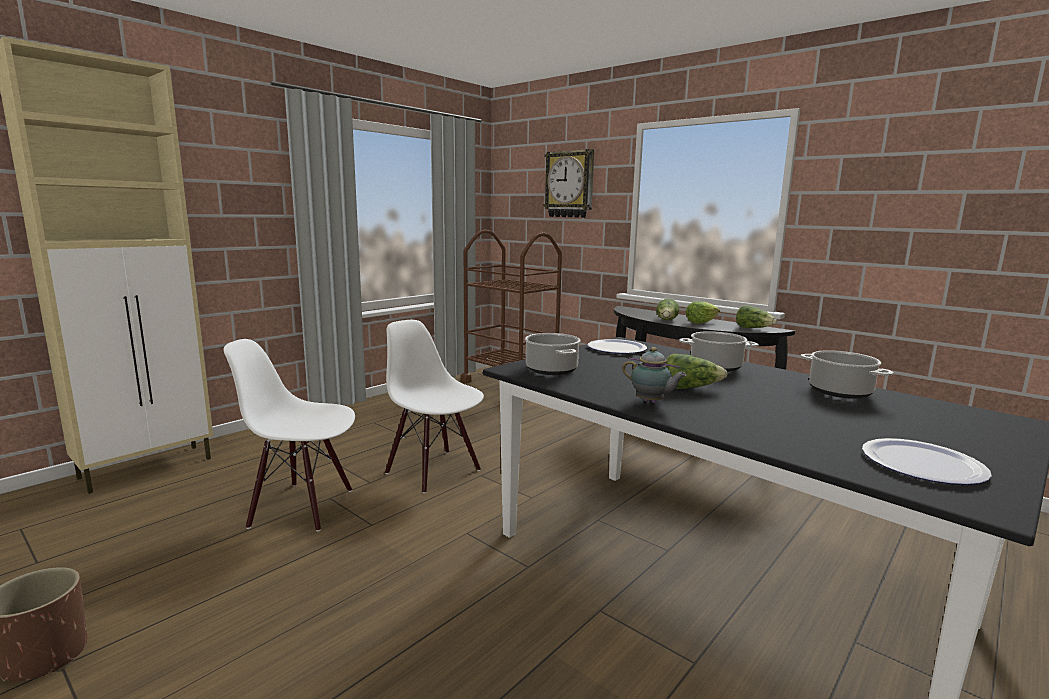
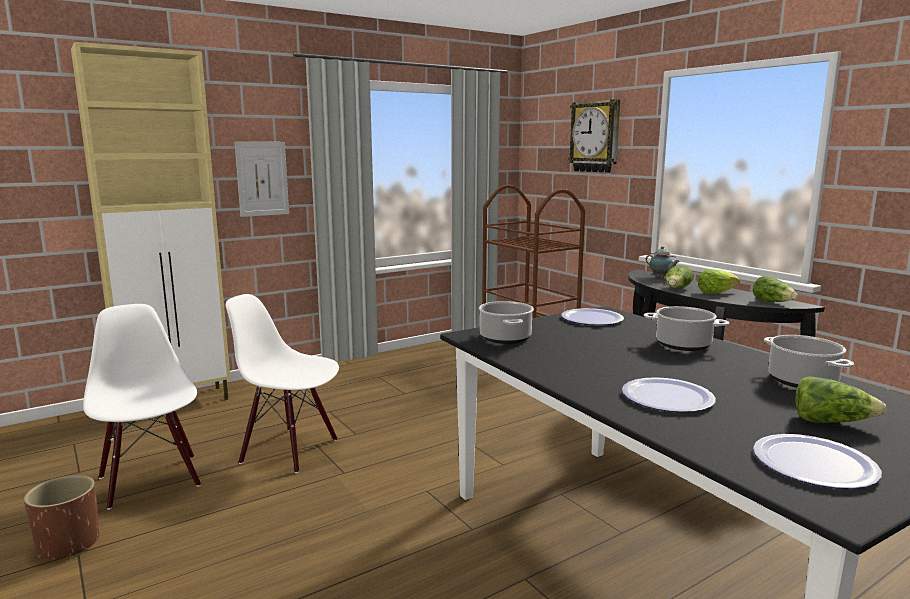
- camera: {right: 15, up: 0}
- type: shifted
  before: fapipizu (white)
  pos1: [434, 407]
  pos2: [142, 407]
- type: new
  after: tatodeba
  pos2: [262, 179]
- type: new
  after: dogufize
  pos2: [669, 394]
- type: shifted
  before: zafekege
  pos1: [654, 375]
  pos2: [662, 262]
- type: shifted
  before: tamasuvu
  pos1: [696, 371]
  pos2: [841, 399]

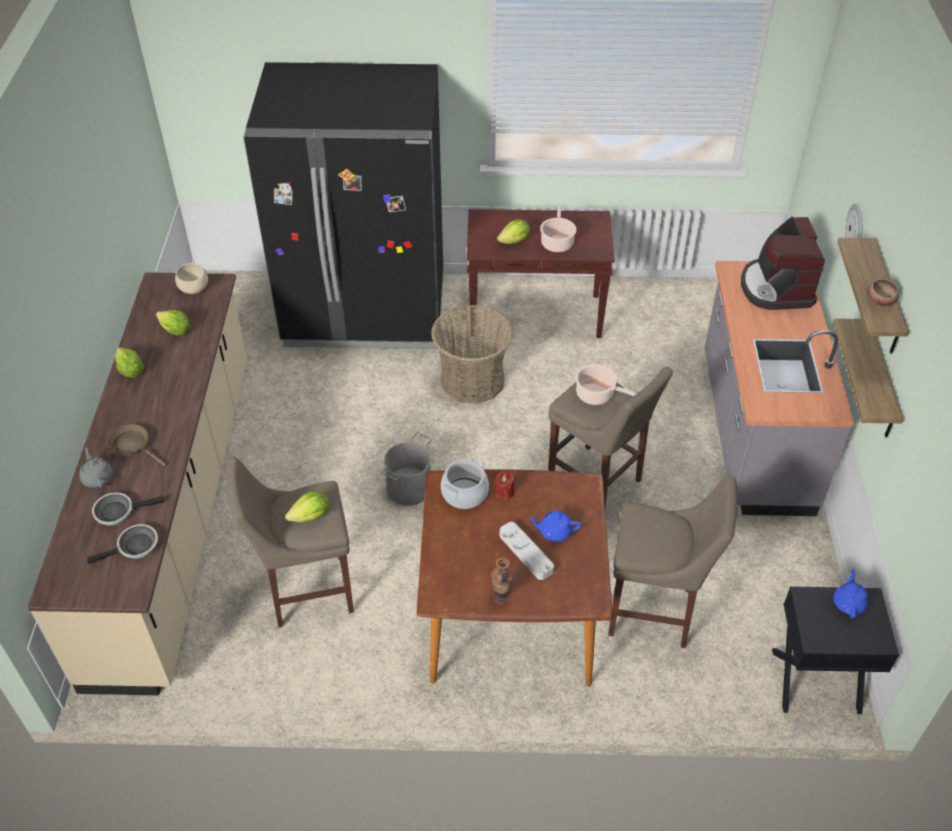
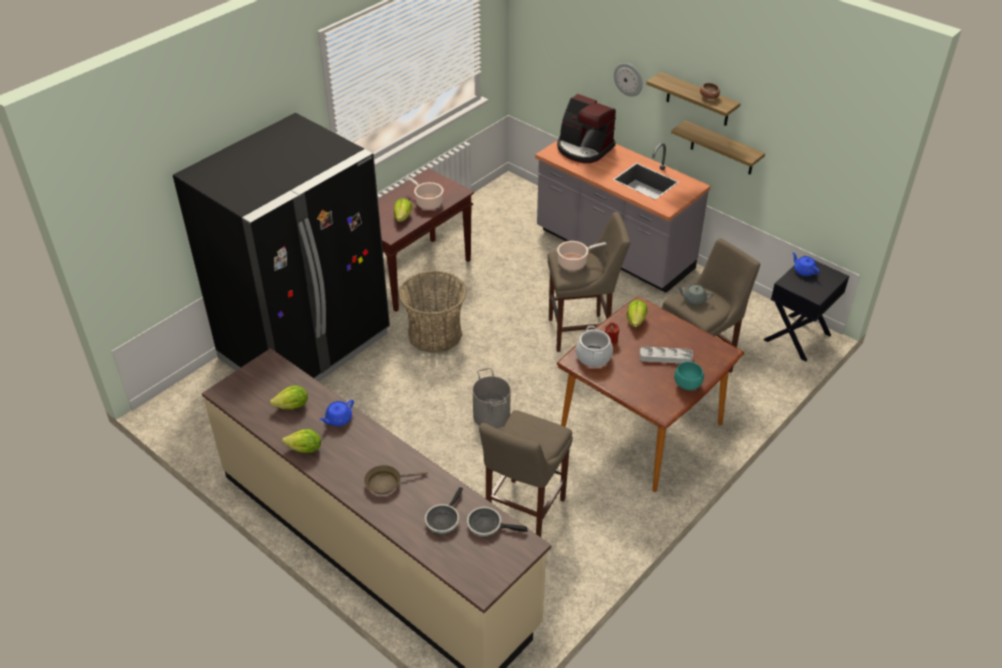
- camera: {right: -50, up: -5}
- type: shifted
  before: zafekege (blue)
  pos1: [555, 526]
  pos2: [336, 413]
- type: rotated
  before: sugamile
  pos1: [122, 544]
  pos2: [497, 521]
  turn: -90
- type: shifted
  before: tamasuvu
  pos1: [307, 507]
  pos2: [637, 313]
- type: swapped
  before: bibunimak
  after: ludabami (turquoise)
  pos1: [502, 580]
  pos2: [689, 376]
- type: shifted
  before: zafekege (grey)
  pos1: [96, 468]
  pos2: [695, 294]
- type: gone
  before: ludabami (beige)
  pos1: [191, 278]

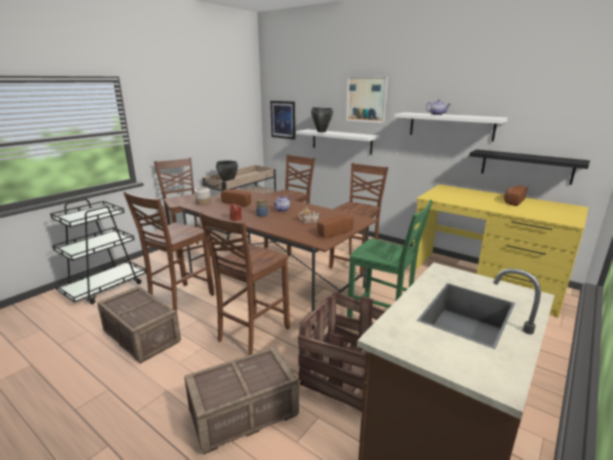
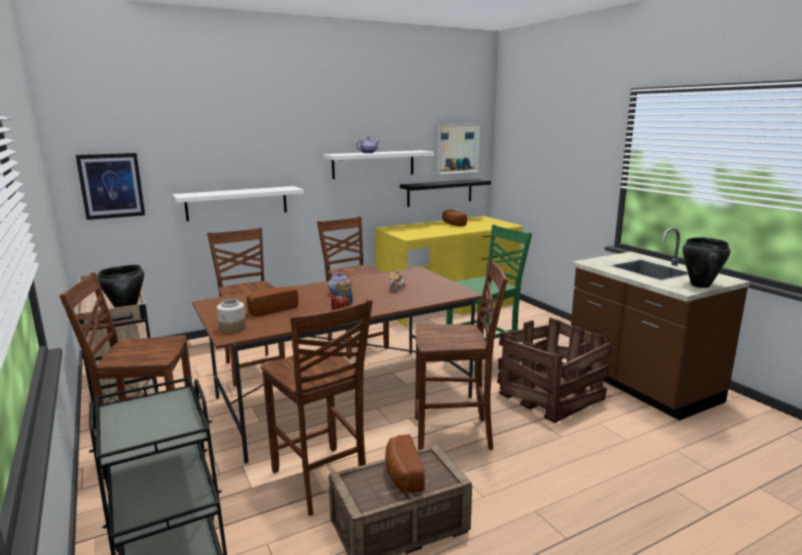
- camera: {right: -65, up: -5}
- type: shifted
  before: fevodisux
  pos1: [335, 226]
  pos2: [405, 463]
- type: rotated
  before: fapipizu (brown)
  pos1: [244, 283]
  pos2: [461, 355]
  turn: -60
- type: shifted
  before: tatodeba
  pos1: [367, 100]
  pos2: [458, 149]
- type: shifted
  before: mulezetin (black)
  pos1: [322, 119]
  pos2: [706, 262]
- type: gone
  before: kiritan
  pos1: [241, 400]

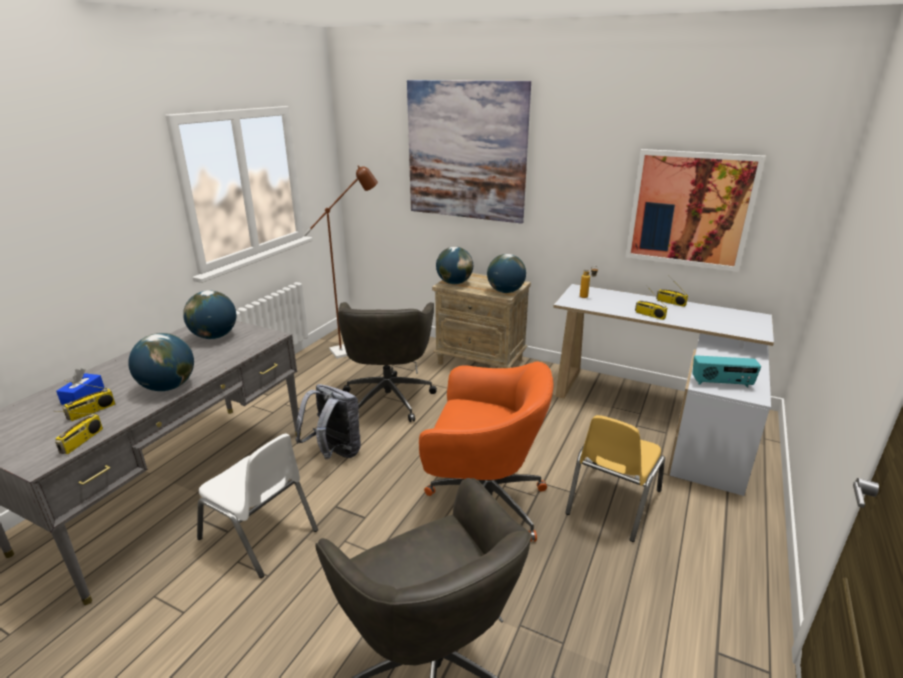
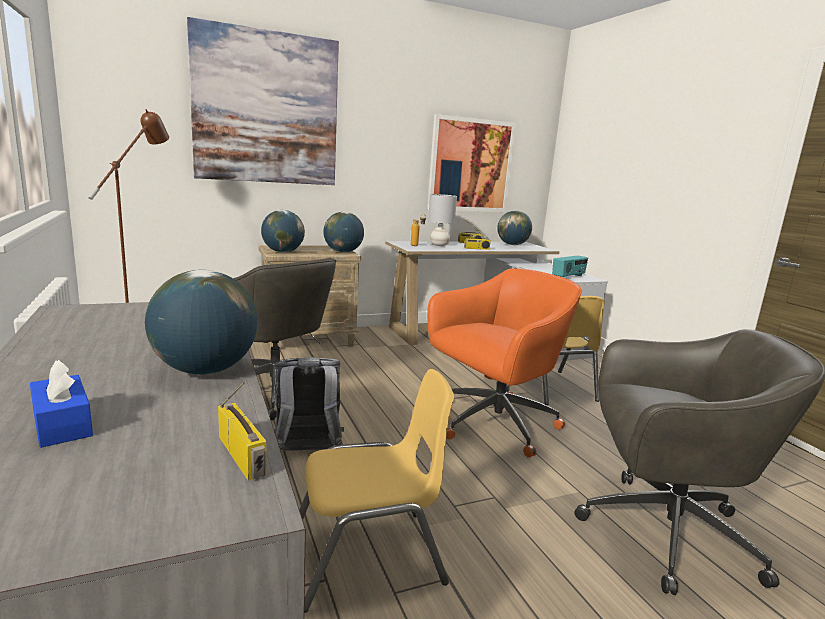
- camera: {right: -50, up: -10}
- type: repainted
  before: fapipizu (white)
  after: fapipizu (yellow)
  pos1: [257, 505]
  pos2: [377, 491]
- type: new
  after: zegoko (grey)
  pos2: [442, 220]
- type: shifted
  before: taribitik
  pos1: [209, 314]
  pos2: [514, 228]
- type: gone
  before: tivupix
  pos1: [89, 400]

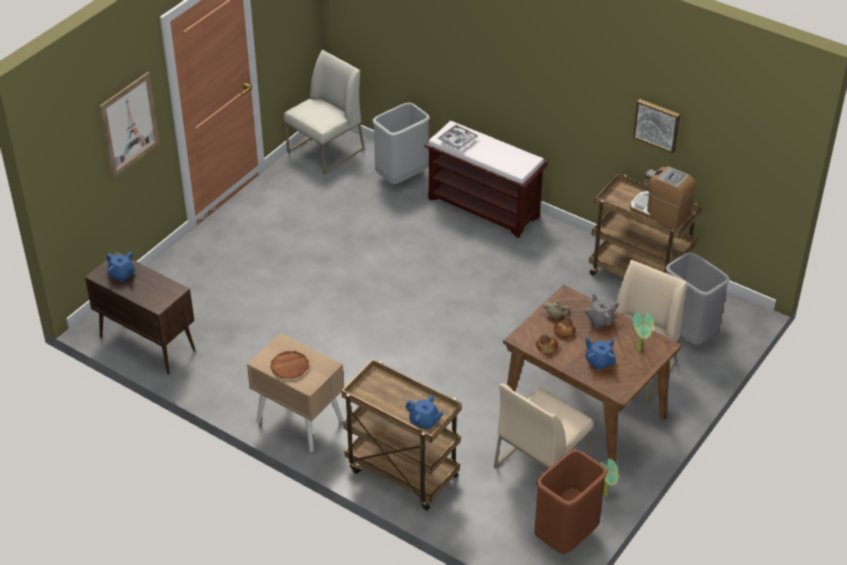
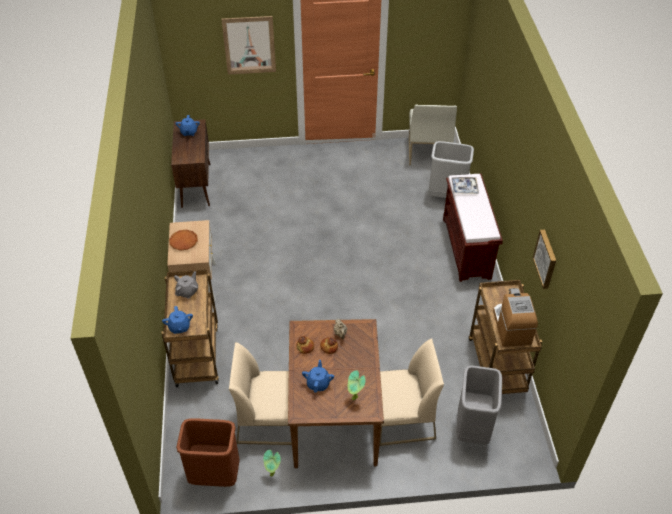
- camera: {right: 50, up: 5}
- type: shifted
  before: zafekege (grey)
  pos1: [601, 311]
  pos2: [186, 285]
- type: rotated
  before: fapipizu (white)
  pos1: [324, 112]
  pos2: [433, 135]
  turn: 90

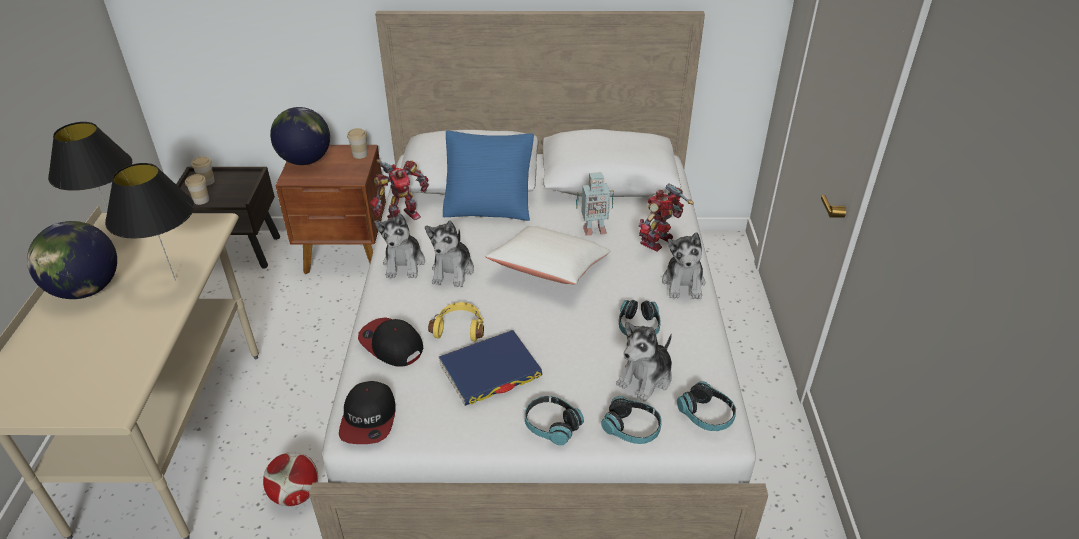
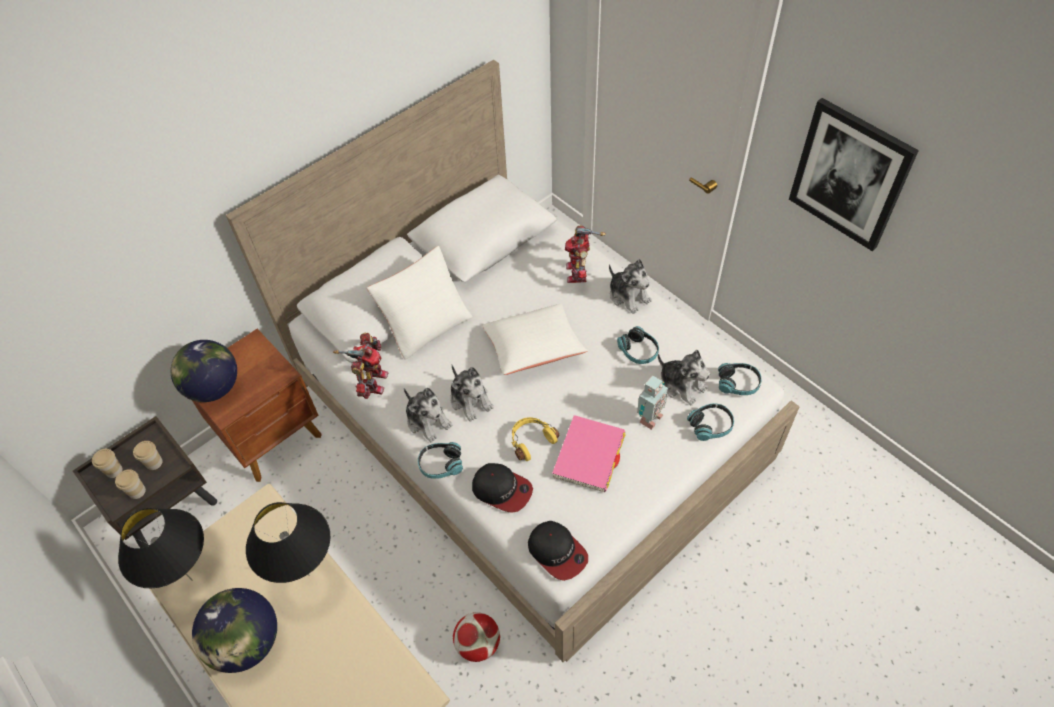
- camera: {right: -40, up: 15}
- type: shifted
  before: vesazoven
  pos1: [357, 143]
  pos2: [148, 455]
- type: repainted
  before: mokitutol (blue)
  after: mokitutol (white)
  pos1: [488, 175]
  pos2: [420, 303]
- type: shifted
  before: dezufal
  pos1: [554, 420]
  pos2: [440, 460]
- type: rotated
  before: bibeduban
  pos1: [390, 342]
  pos2: [502, 488]
  turn: -150
- type: repainted
  before: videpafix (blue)
  after: videpafix (pink)
  pos1: [490, 368]
  pos2: [588, 453]
- type: shifted
  before: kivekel
  pos1: [595, 204]
  pos2: [652, 402]
- type: rotated
  before: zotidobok
  pos1: [644, 361]
  pos2: [684, 377]
  turn: -45
- type: new
  after: tatodeba
  pos2: [854, 174]

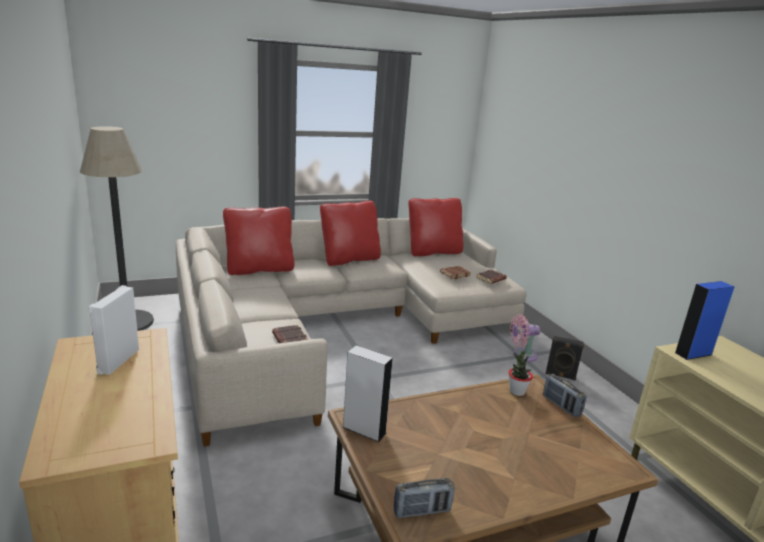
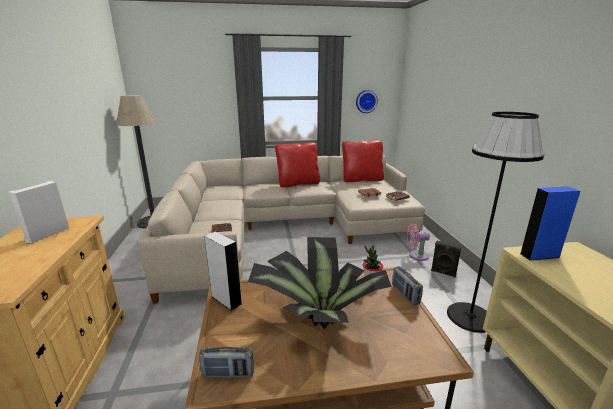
- camera: {right: 15, up: 0}
- type: new
  after: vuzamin
  pos2: [320, 283]
- type: new
  after: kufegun
  pos2: [367, 101]
- type: new
  after: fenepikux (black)
  pos2: [495, 222]
- type: gone
  before: mokitutol (red)
  pos1: [258, 241]

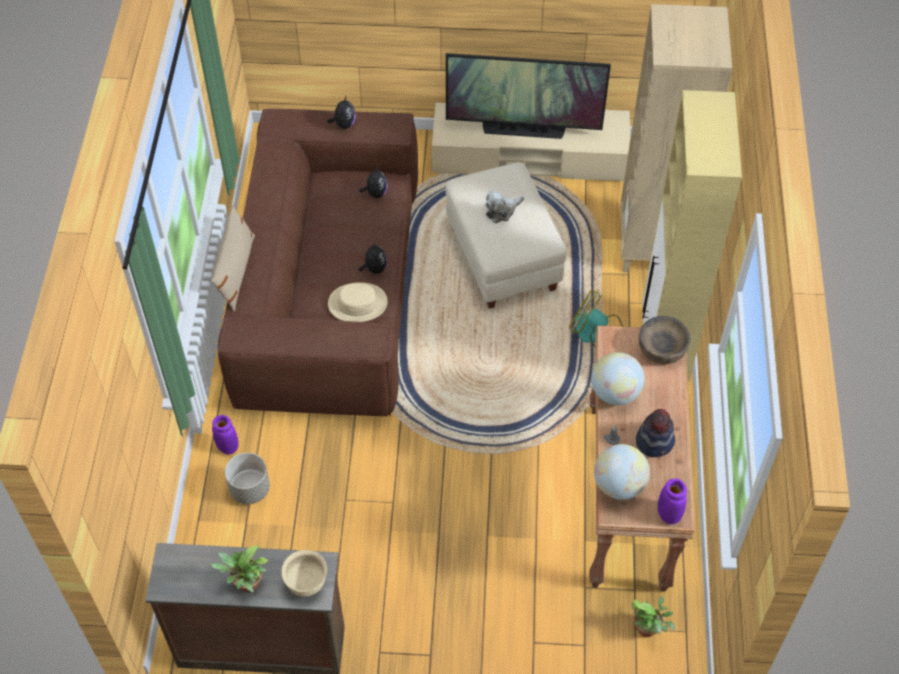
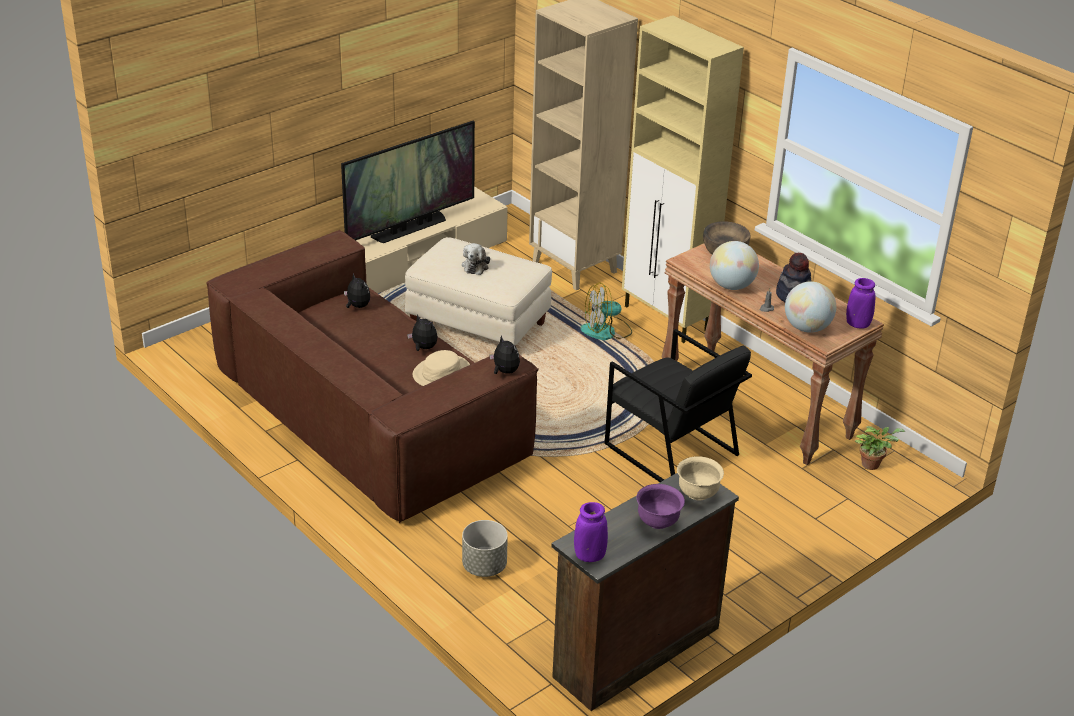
- camera: {right: -45, up: -20}
- type: shifted
  before: zotidobok
  pos1: [341, 112]
  pos2: [505, 354]
- type: shifted
  before: bibunimak (purple)
  pos1: [225, 434]
  pos2: [591, 532]
- type: new
  after: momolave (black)
  pos2: [678, 405]
- type: swapped
  before: vuzamin
  after: ludabami (purple)
  pos1: [239, 569]
  pos2: [660, 506]
- type: gone
  before: mokitutol (beige)
  pos1: [233, 258]

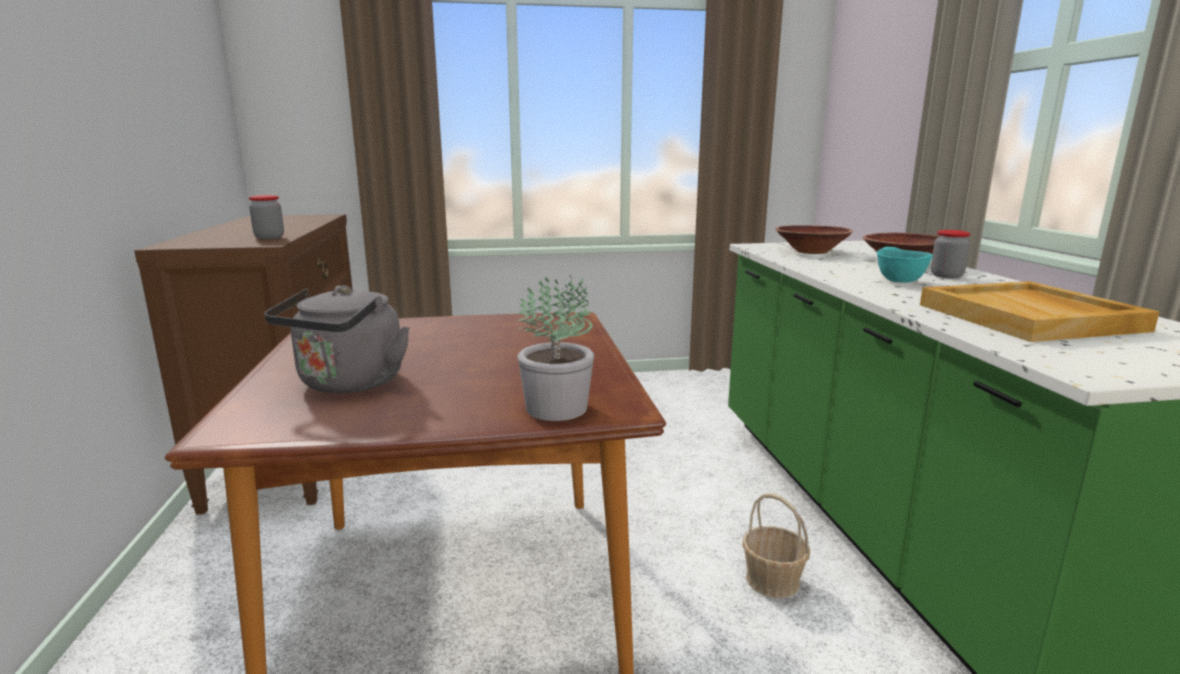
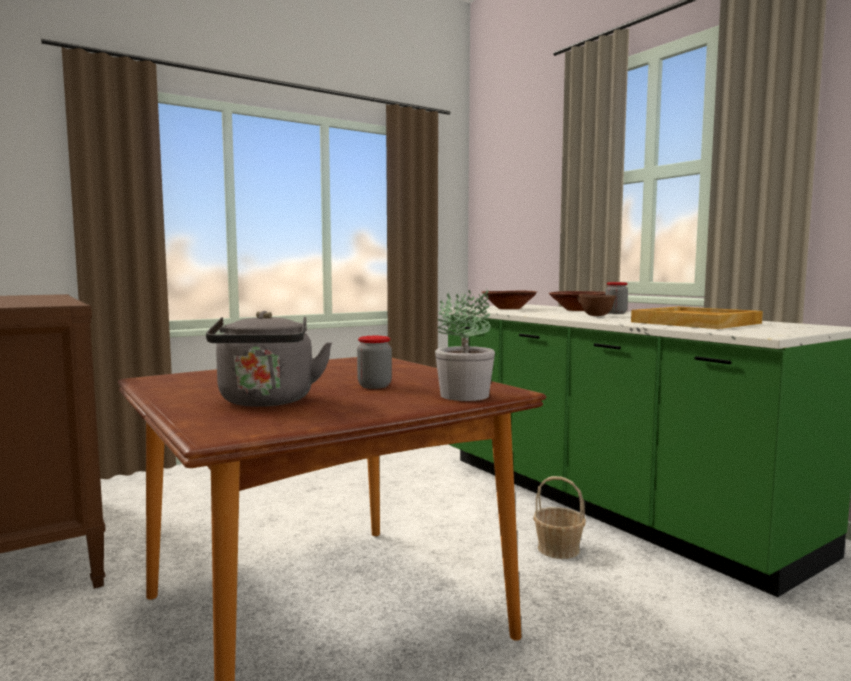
- camera: {right: -25, up: -10}
- type: shifted
  before: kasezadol
  pos1: [266, 217]
  pos2: [374, 362]
- type: repainted
  before: ludabami (turquoise)
  after: ludabami (brown)
  pos1: [905, 265]
  pos2: [596, 304]

